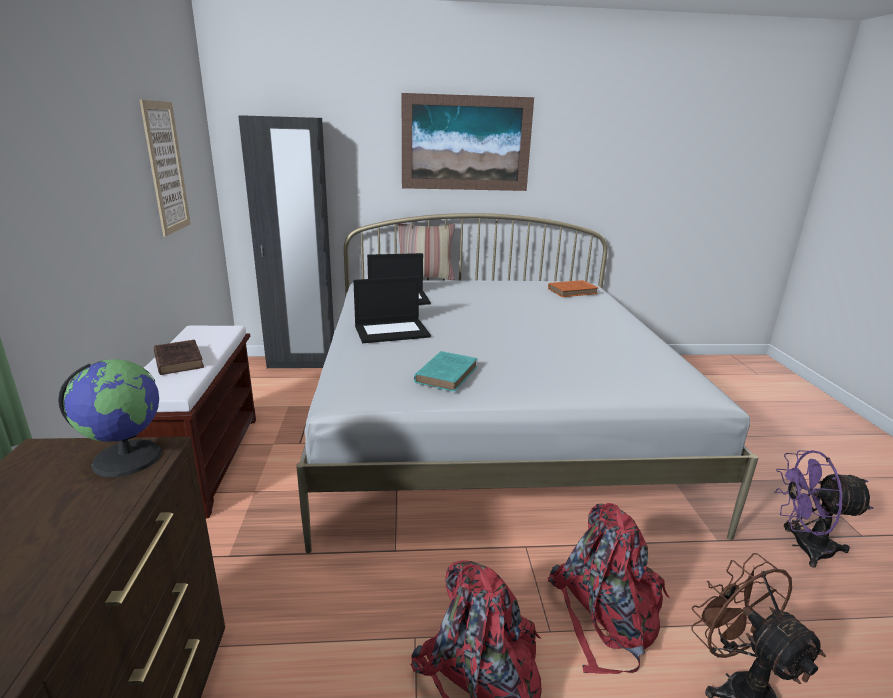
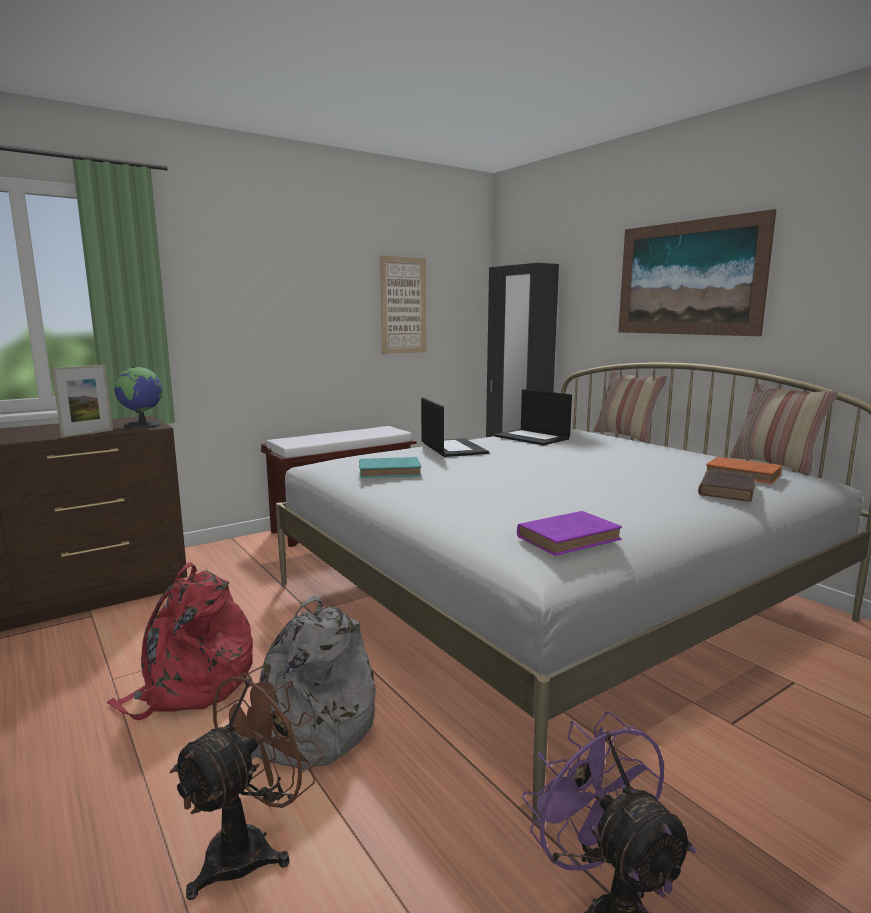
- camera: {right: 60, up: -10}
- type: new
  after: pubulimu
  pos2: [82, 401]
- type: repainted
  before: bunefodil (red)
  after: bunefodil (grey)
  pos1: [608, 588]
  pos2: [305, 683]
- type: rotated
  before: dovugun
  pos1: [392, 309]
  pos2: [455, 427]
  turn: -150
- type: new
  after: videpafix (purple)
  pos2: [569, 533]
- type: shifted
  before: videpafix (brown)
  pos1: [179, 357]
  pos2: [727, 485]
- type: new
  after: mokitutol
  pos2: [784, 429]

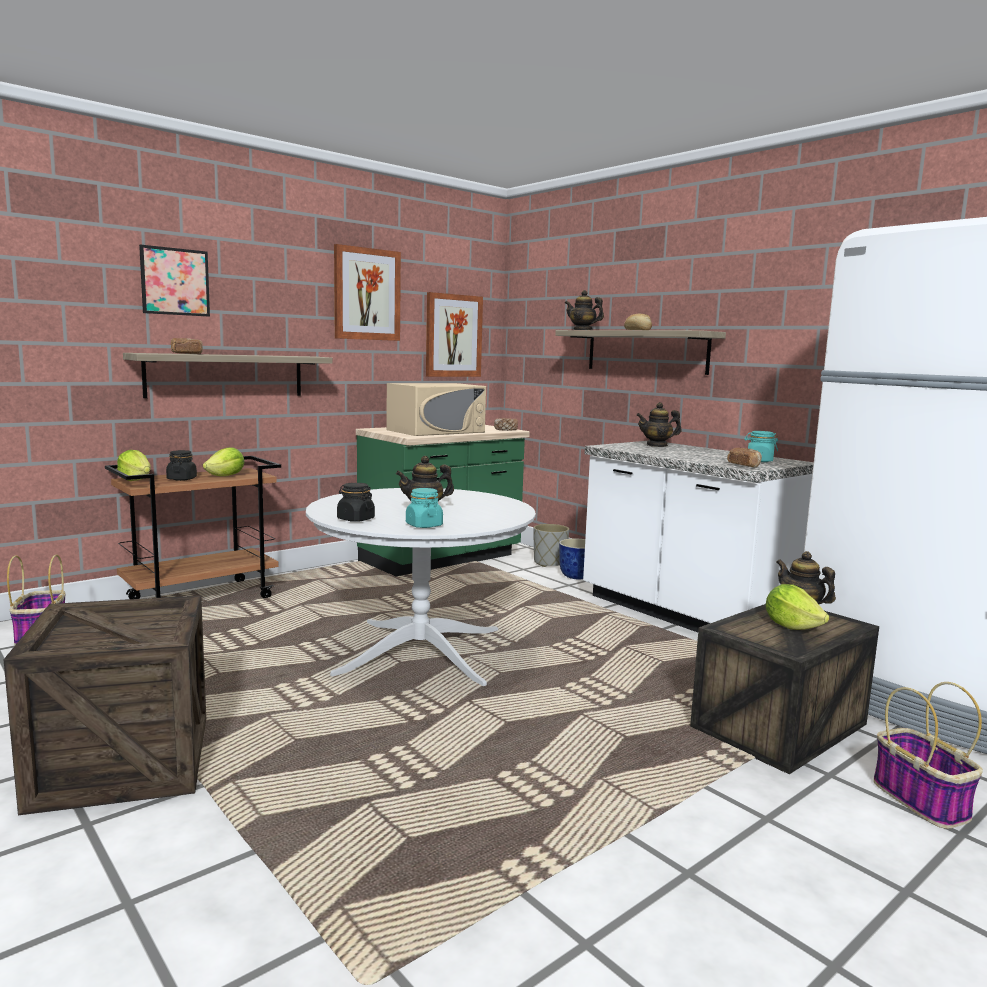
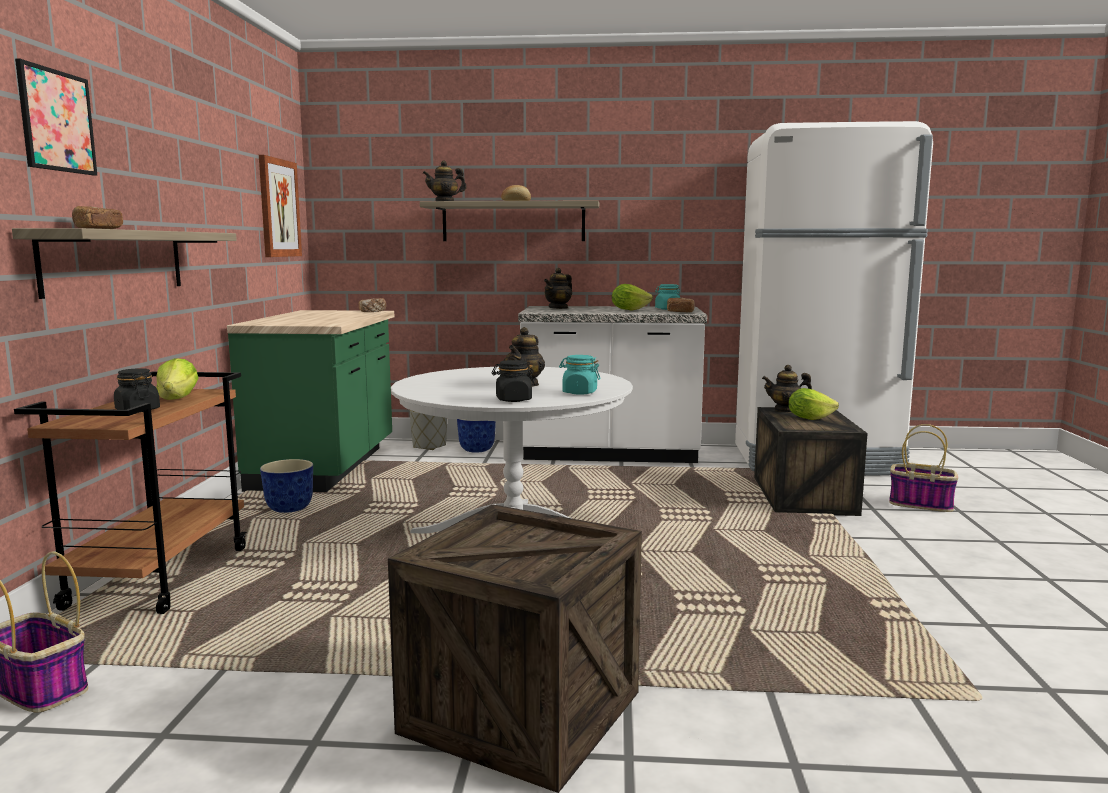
- camera: {right: -45, up: 0}
- type: new
  after: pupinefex
  pos2: [286, 486]
- type: shifted
  before: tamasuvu
  pos1: [134, 465]
  pos2: [632, 297]
- type: gone
  before: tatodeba
  pos1: [367, 292]
- type: gone
  before: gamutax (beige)
  pos1: [436, 409]

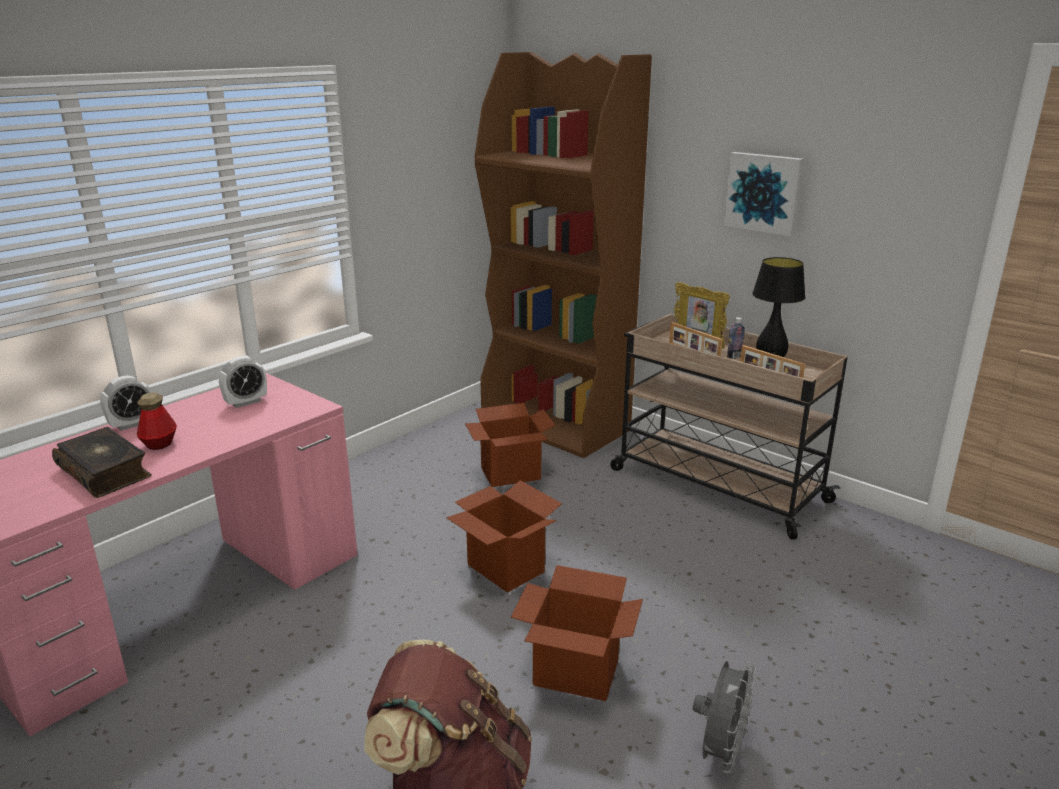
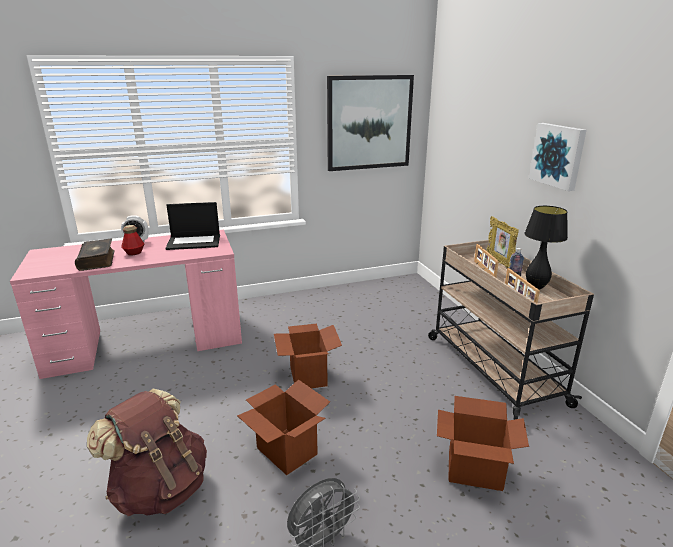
- camera: {right: 30, up: 0}
- type: swapped
  before: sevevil
  after: dovugun
  pos1: [243, 382]
  pos2: [193, 226]
- type: new
  after: tatodeba
  pos2: [370, 123]
- type: shifted
  before: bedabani
  pos1: [510, 445]
  pos2: [483, 443]
- type: gone
  before: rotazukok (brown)
  pos1: [563, 255]

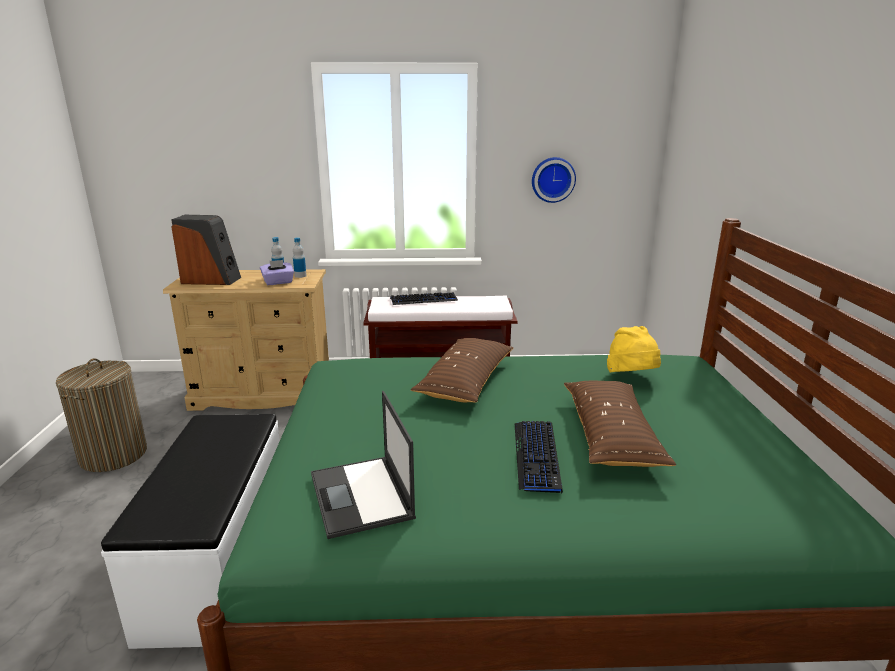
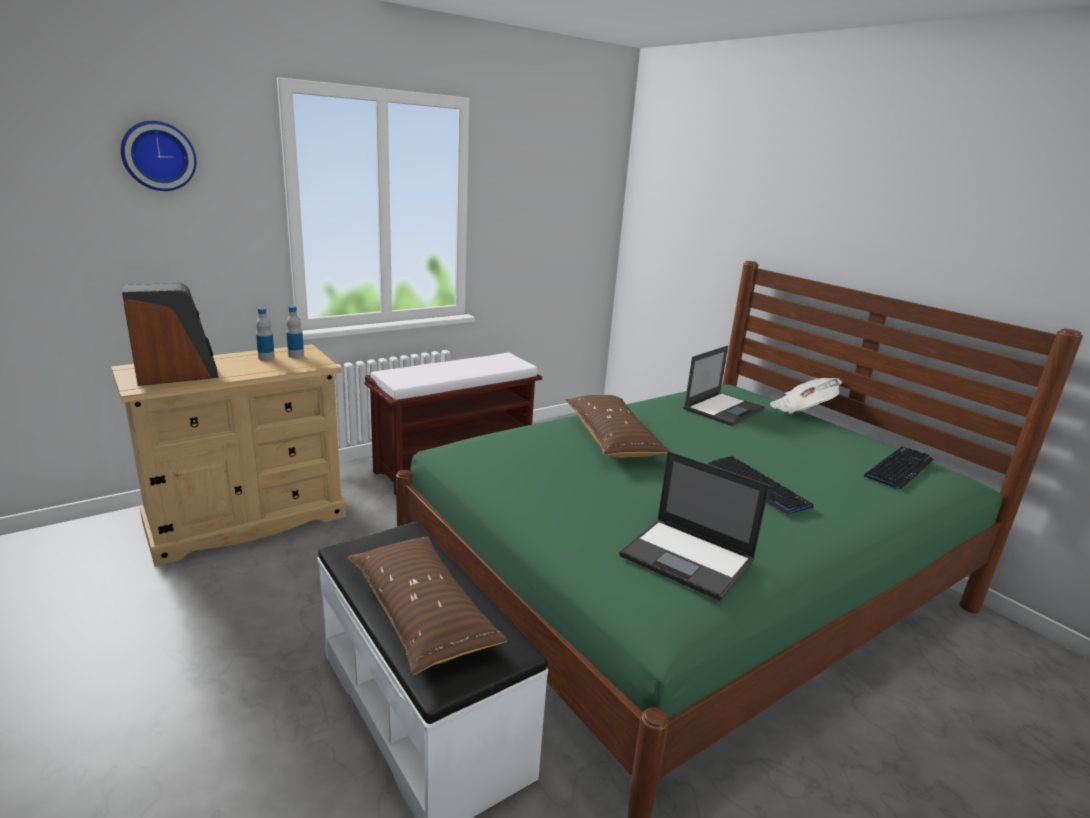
- camera: {right: -35, up: 0}
- type: shifted
  before: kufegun
  pos1: [554, 180]
  pos2: [158, 156]
- type: shifted
  before: mokitutol (brown)
  pos1: [620, 424]
  pos2: [428, 605]
- type: swapped
  before: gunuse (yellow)
  after: dovugun
  pos1: [634, 349]
  pos2: [724, 386]
- type: new
  after: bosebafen
  pos2: [806, 396]
- type: shifted
  before: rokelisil
  pos1: [424, 299]
  pos2: [899, 468]
- type: gone
  before: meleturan
  pos1: [101, 415]
- type: gone
  before: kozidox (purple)
  pos1: [277, 272]

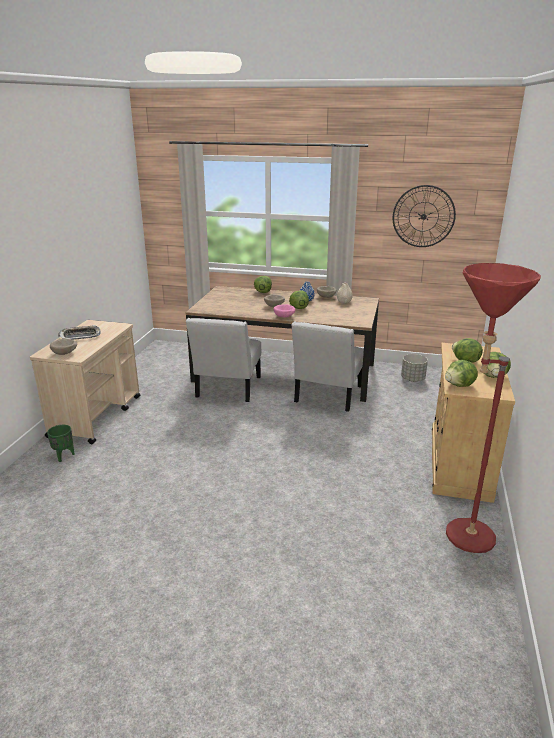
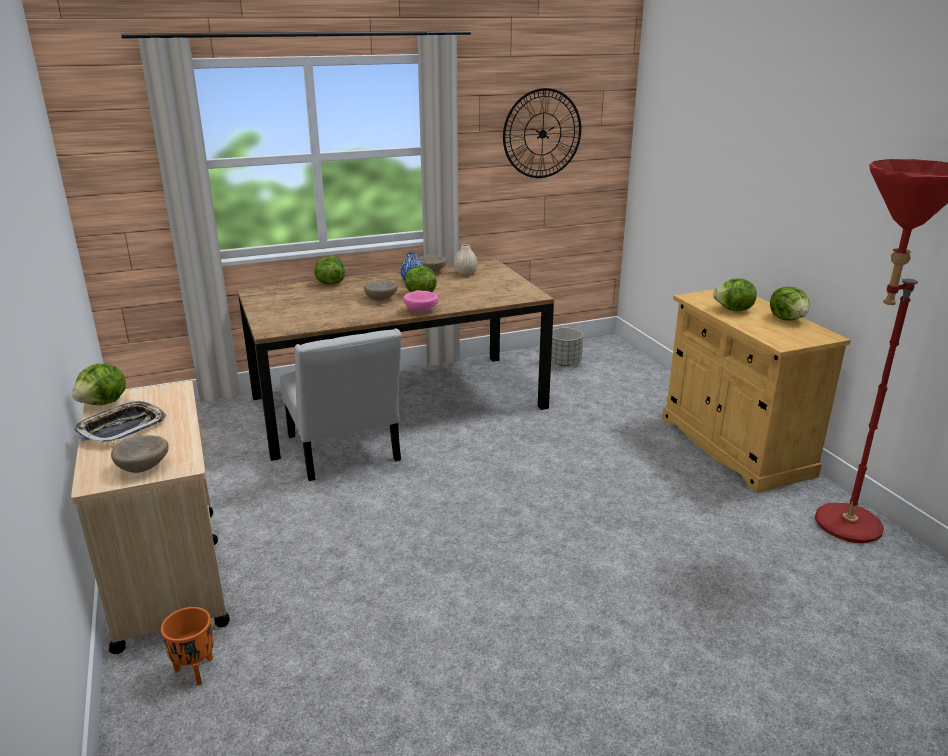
- camera: {right: -35, up: 0}
- type: shifted
  before: tamasuvu
  pos1: [461, 373]
  pos2: [99, 384]
- type: repainted
  before: pupinefex (green)
  after: pupinefex (orange)
  pos1: [61, 443]
  pos2: [187, 646]
- type: gone
  before: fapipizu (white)
  pos1: [327, 366]

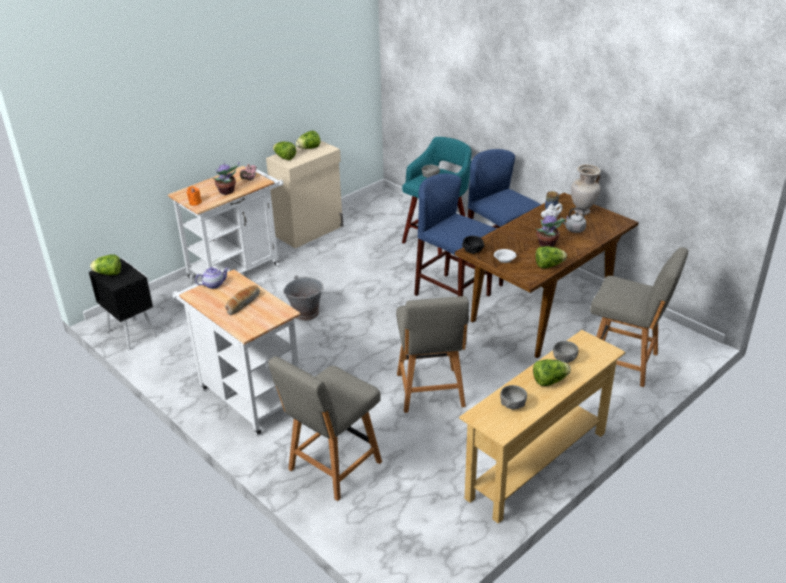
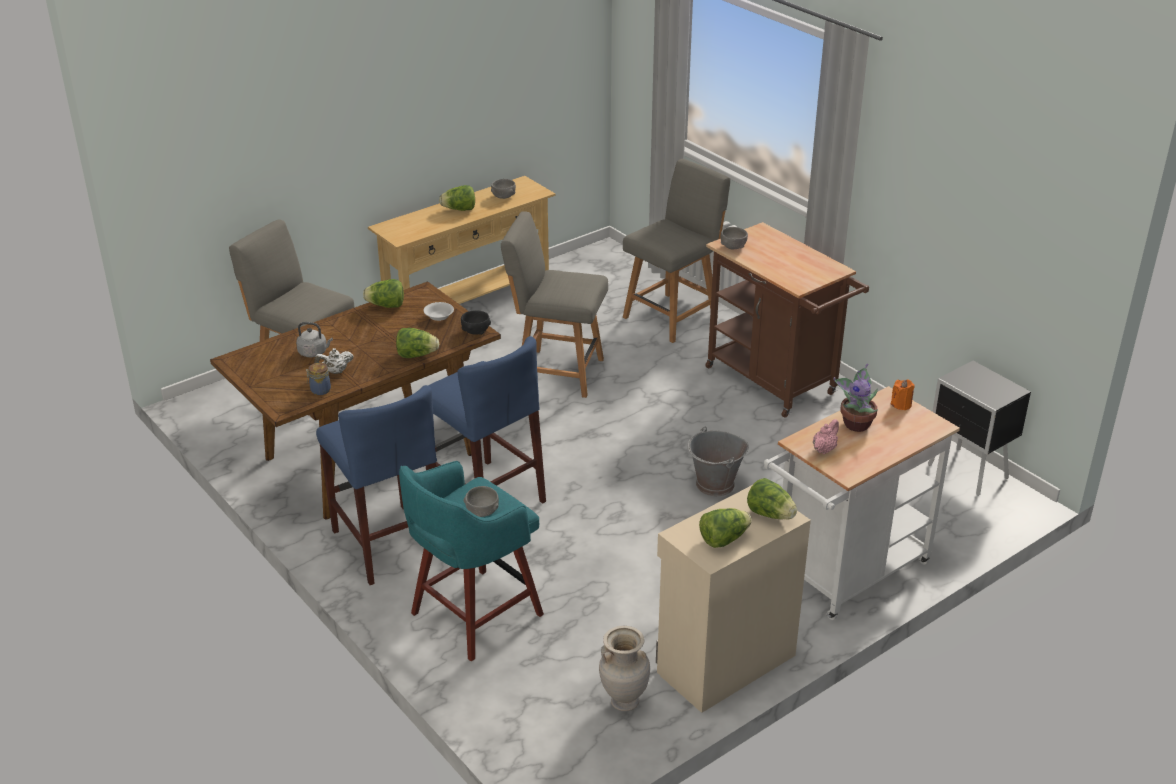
- camera: {right: -175, up: 0}
- type: shifted
  before: tamasuvu
  pos1: [105, 264]
  pos2: [417, 343]
- type: rotated
  before: fapipizu (grey)
  pos1: [432, 354]
  pos2: [554, 304]
  turn: -75
- type: shifted
  before: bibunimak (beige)
  pos1: [586, 189]
  pos2: [624, 668]
- type: repainted
  before: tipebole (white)
  after: tipebole (brown)
  pos1: [236, 353]
  pos2: [787, 320]
- type: shifted
  before: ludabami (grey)
  pos1: [565, 352]
  pos2: [734, 238]
- type: gone
  before: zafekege
  pos1: [212, 278]
- type: gone
  before: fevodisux
  pos1: [242, 300]
- type: gone
  before: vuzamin
  pos1: [552, 230]

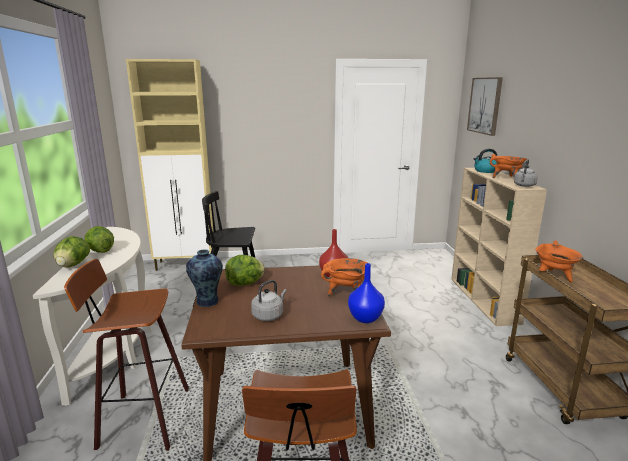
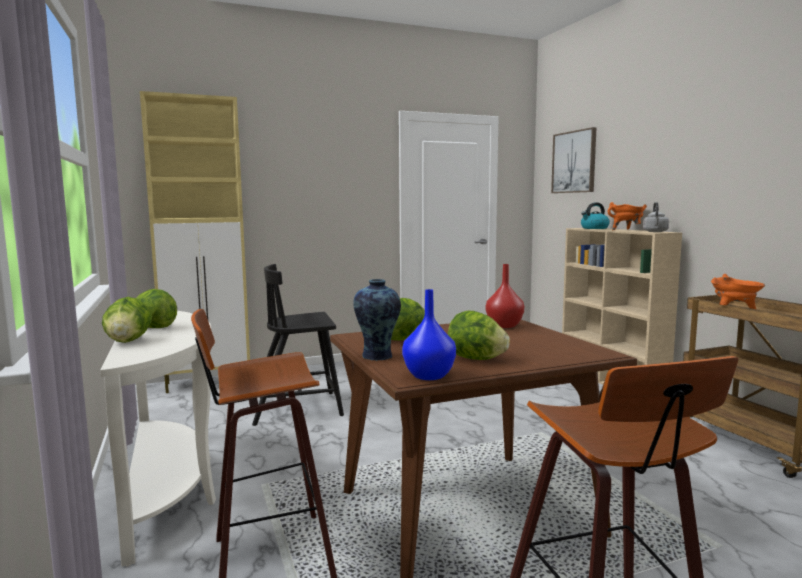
- camera: {right: -15, up: -10}
- type: shifted
  before: bibunimak (blue)
  pos1: [366, 293]
  pos2: [429, 334]
- type: swapped
  before: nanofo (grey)
  after: tamasuvu
  pos1: [269, 300]
  pos2: [479, 335]
- type: gone
  before: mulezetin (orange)
  pos1: [344, 277]

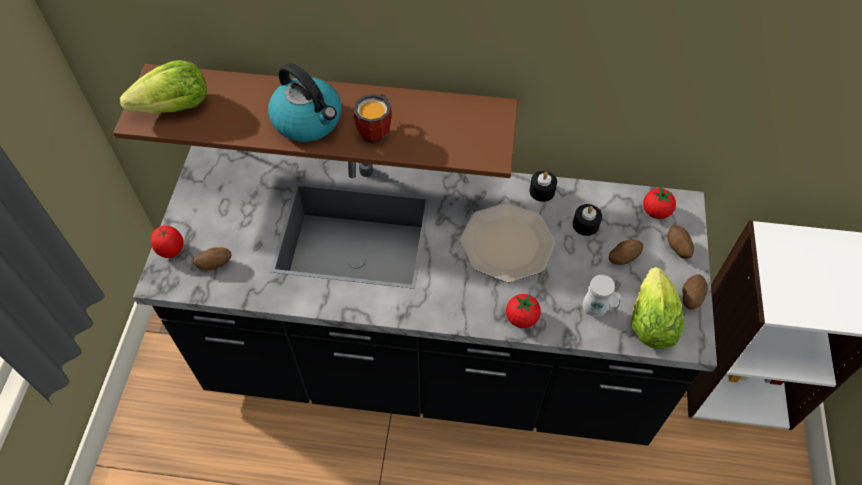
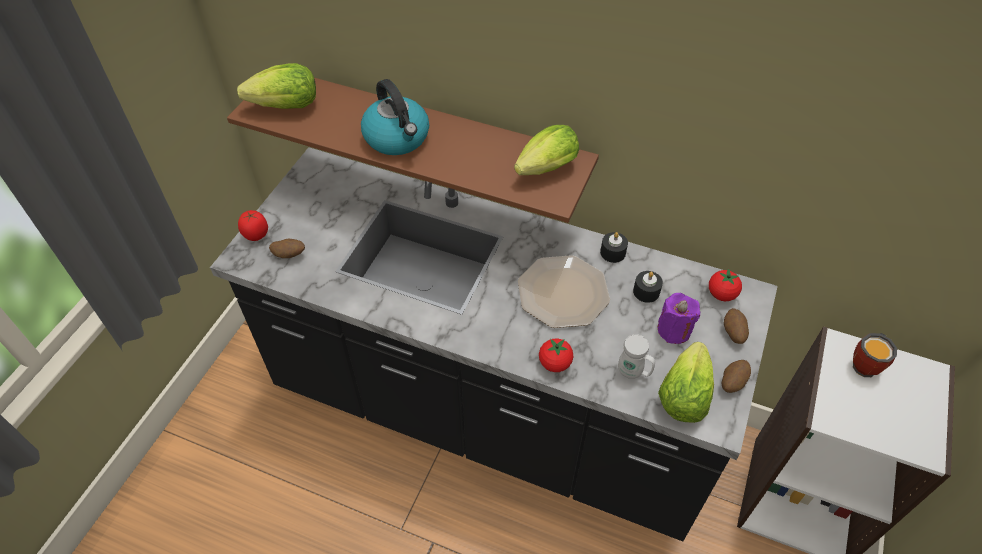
- camera: {right: 15, up: -5}
- type: new
  after: tamasuvu
  pos2: [546, 150]
- type: swapped
  before: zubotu
  after: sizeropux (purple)
  pos1: [626, 252]
  pos2: [679, 318]
- type: shifted
  before: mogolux
  pos1: [372, 119]
  pos2: [875, 355]

